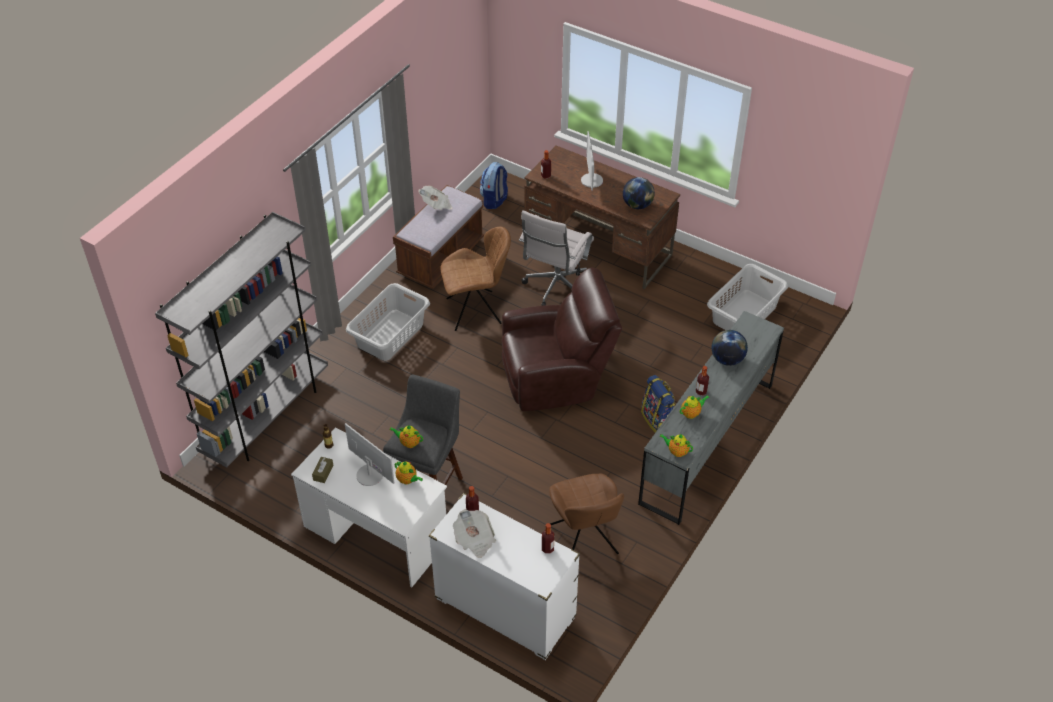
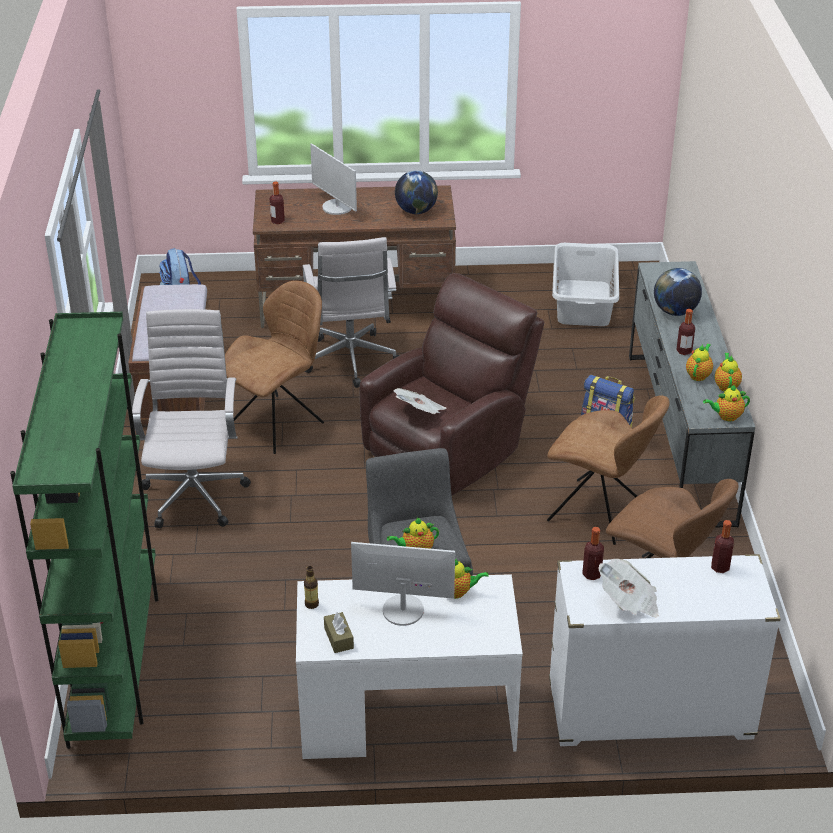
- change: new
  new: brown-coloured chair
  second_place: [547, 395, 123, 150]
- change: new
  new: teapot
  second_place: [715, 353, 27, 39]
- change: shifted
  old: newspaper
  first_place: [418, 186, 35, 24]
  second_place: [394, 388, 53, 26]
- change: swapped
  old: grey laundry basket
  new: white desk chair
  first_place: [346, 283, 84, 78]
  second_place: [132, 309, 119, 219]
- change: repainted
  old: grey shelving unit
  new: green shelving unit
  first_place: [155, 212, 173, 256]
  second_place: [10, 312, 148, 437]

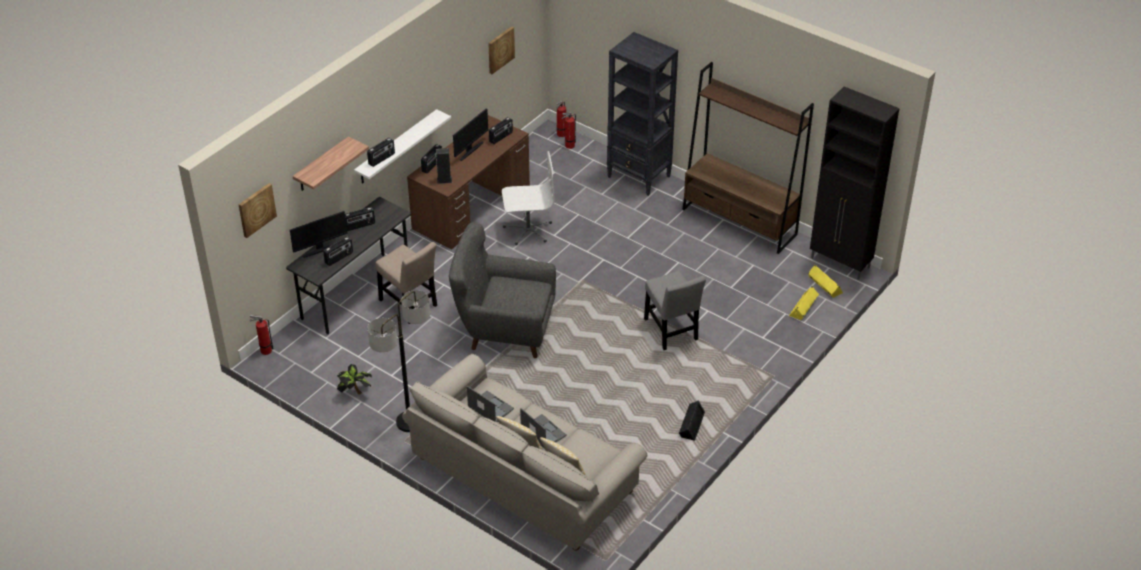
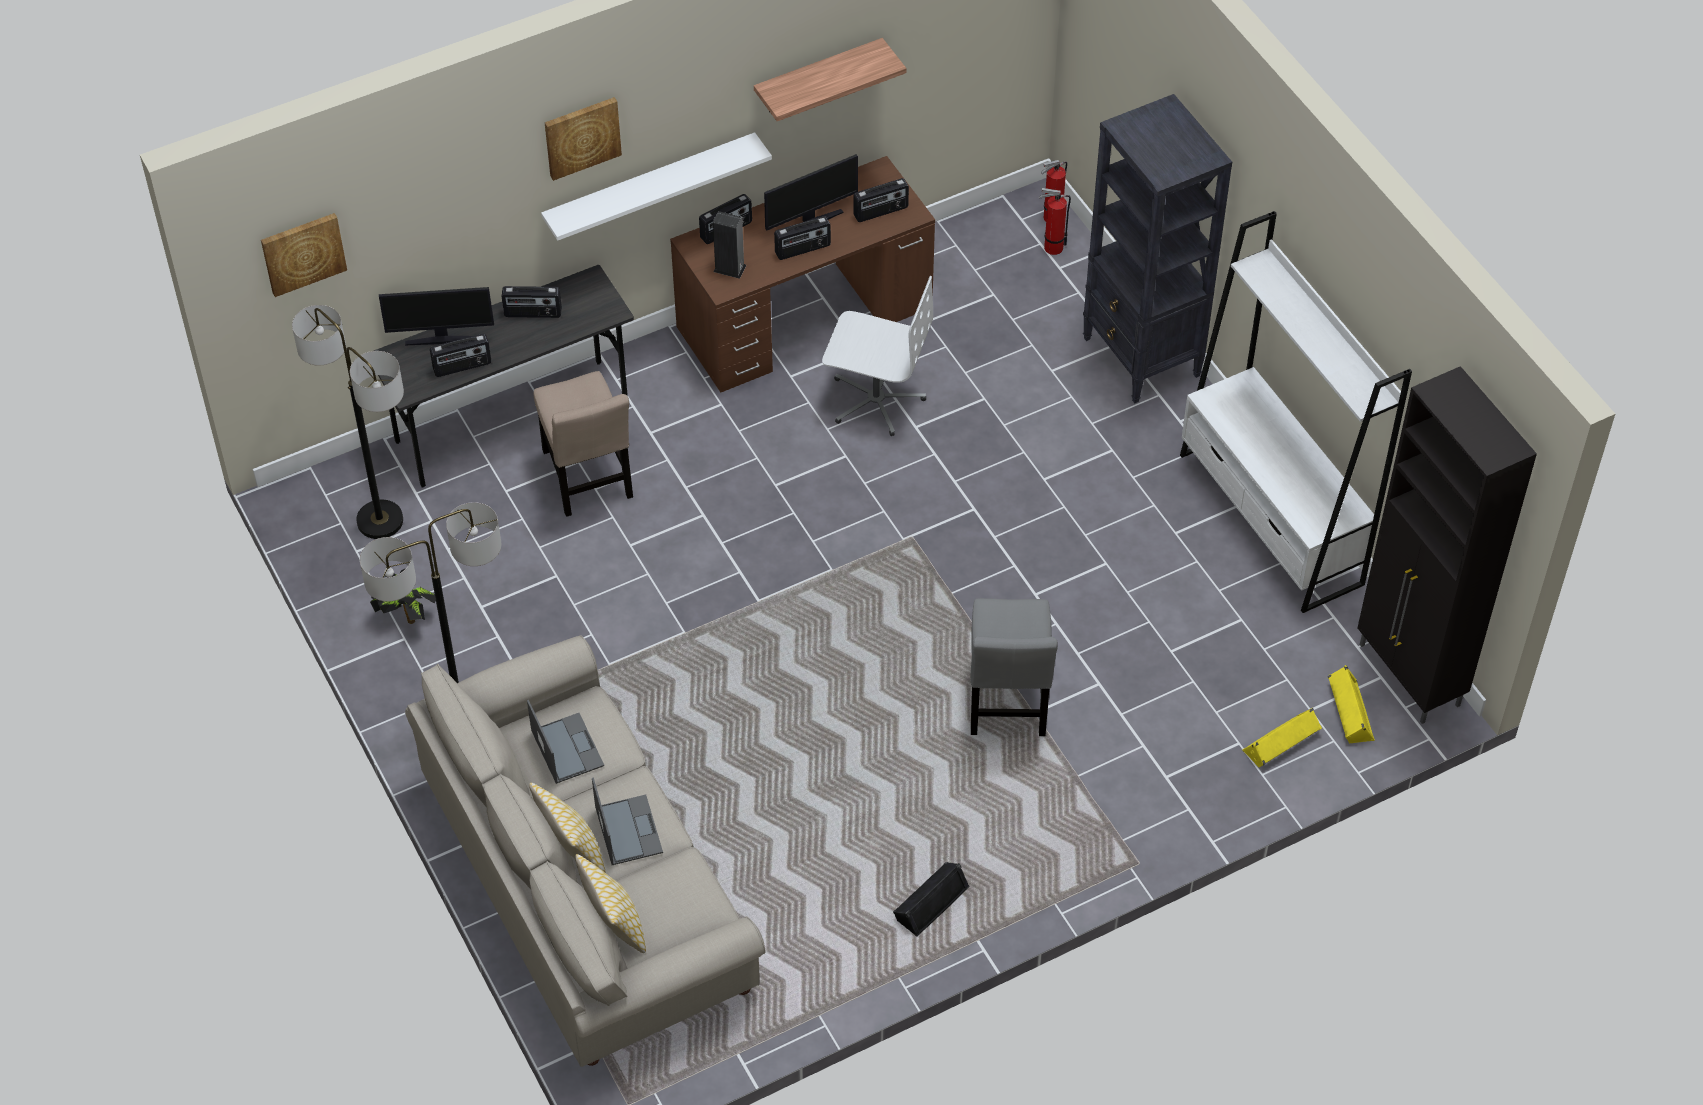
- change: gone
  old: extinguisher
  first_place: [250, 315, 24, 40]
- change: gone
  old: grey armchair
  first_place: [449, 222, 107, 136]
- change: new
  new: standard lamp
  second_place: [292, 305, 112, 234]
- change: shifted
  old: shelf
  first_place: [293, 136, 76, 55]
  second_place: [754, 38, 152, 83]
- change: shifted
  old: radio receiver
  first_place: [367, 138, 28, 29]
  second_place: [774, 216, 57, 44]
- change: shifted
  old: wall picture
  first_place: [488, 26, 27, 48]
  second_place: [545, 97, 77, 84]
- change: repainted
  old: brown-coloured shelving unit
  new: white shelving unit
  first_place: [682, 62, 132, 192]
  second_place: [1180, 211, 232, 402]

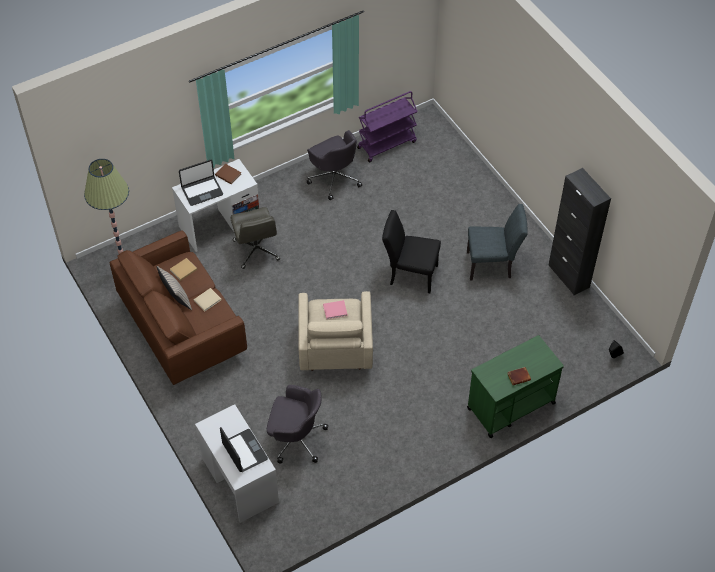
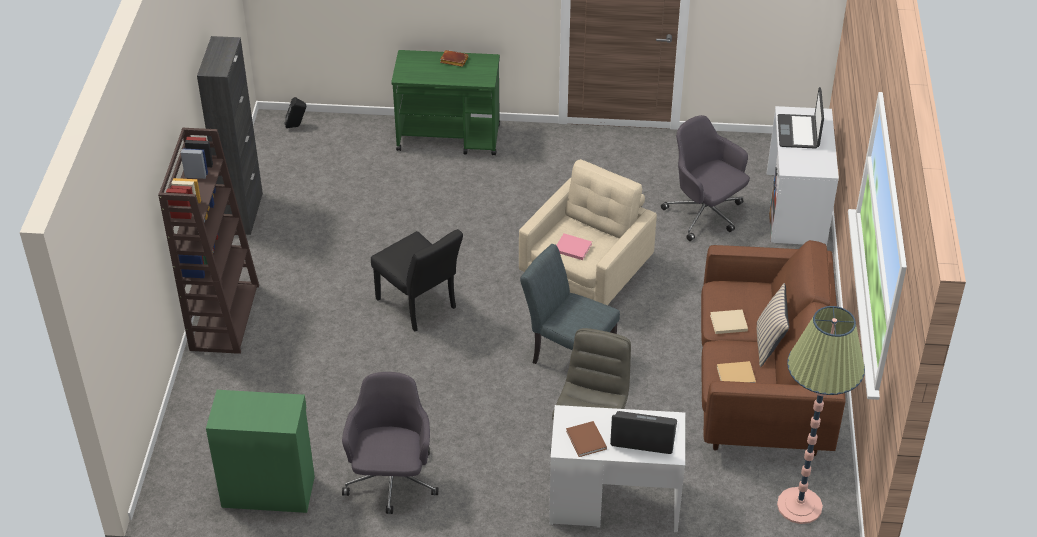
- change: new
  new: brown-coloured shelving unit
  second_place: [158, 128, 101, 226]
- change: shifted
  old: grey chair
  first_place: [467, 204, 61, 76]
  second_place: [520, 244, 100, 120]
- change: swapped
  old: purple trolley
  new: green storage cabinet
  first_place: [357, 91, 61, 71]
  second_place: [206, 390, 109, 123]

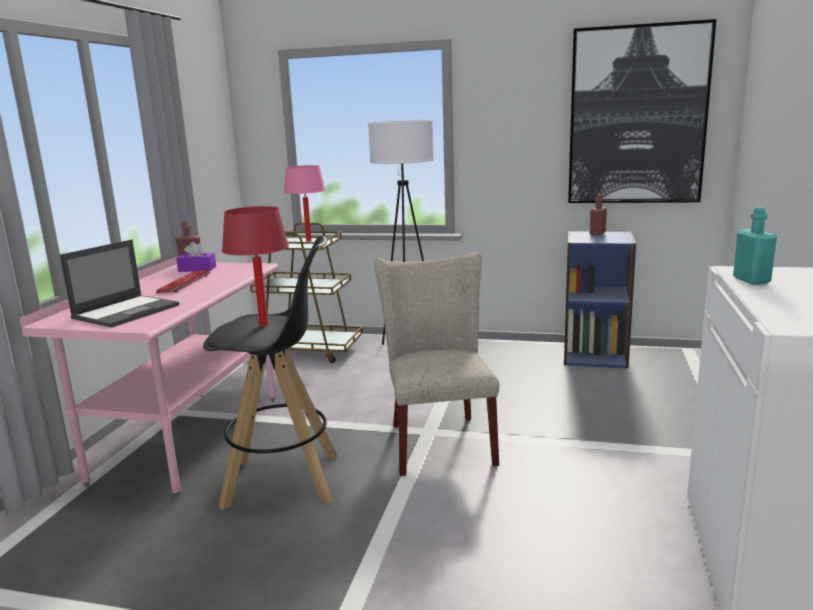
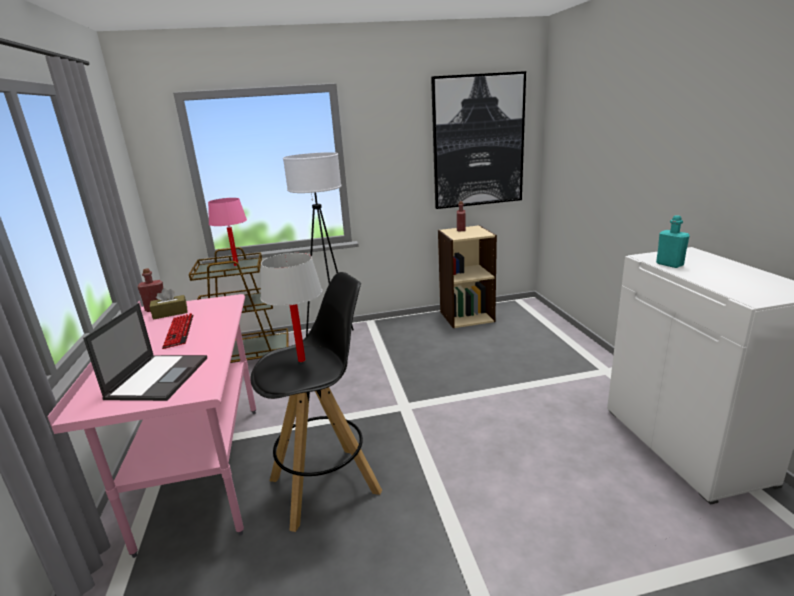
- change: gone
  old: sand-coloured chair
  first_place: [374, 252, 125, 224]
- change: repainted
  old: purple tissue box
  new: brown-coloured tissue box
  first_place: [176, 242, 40, 30]
  second_place: [150, 288, 37, 32]
- change: repainted
  old: red-coloured lamp for a table
  new: white lamp for a table
  first_place: [222, 206, 67, 121]
  second_place: [260, 253, 62, 109]
- change: repainted
  old: blue shelving unit
  new: sand-coloured shelving unit
  first_place: [564, 231, 72, 137]
  second_place: [438, 225, 59, 103]

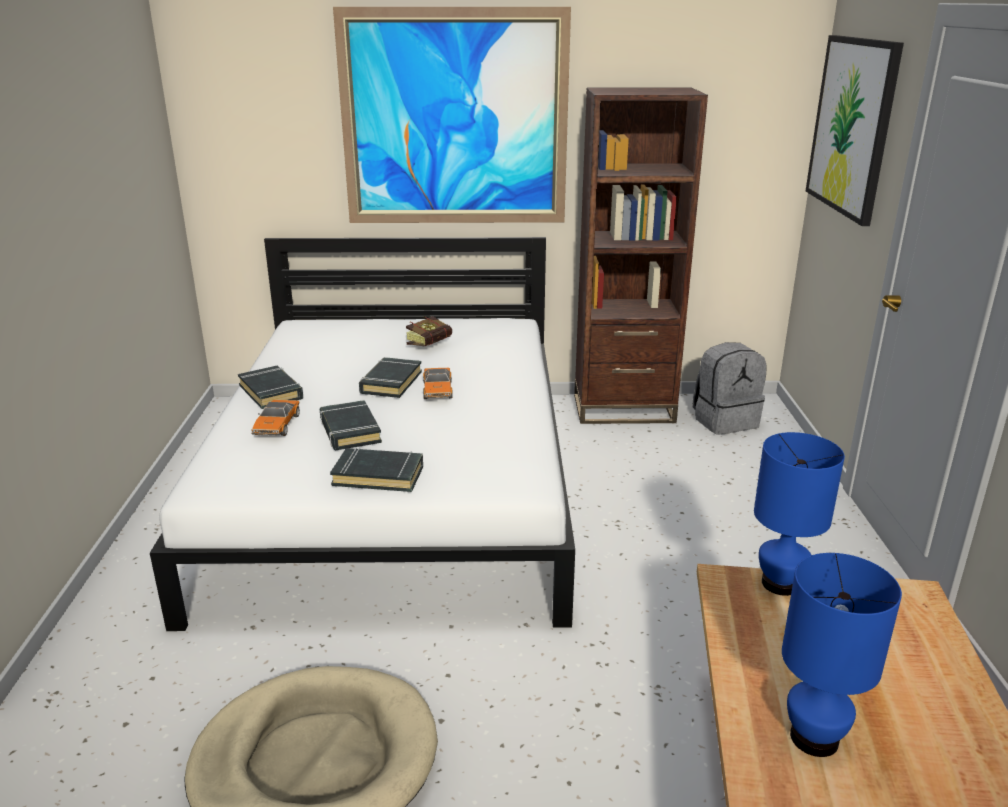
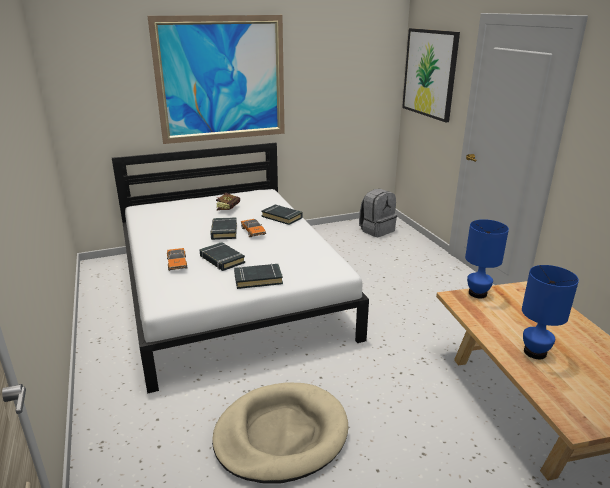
- change: gone
  old: brown-coloured shelving unit
  first_place: [574, 87, 134, 337]
- change: shifted
  old: blackish book
  first_place: [238, 366, 65, 43]
  second_place: [261, 205, 42, 20]

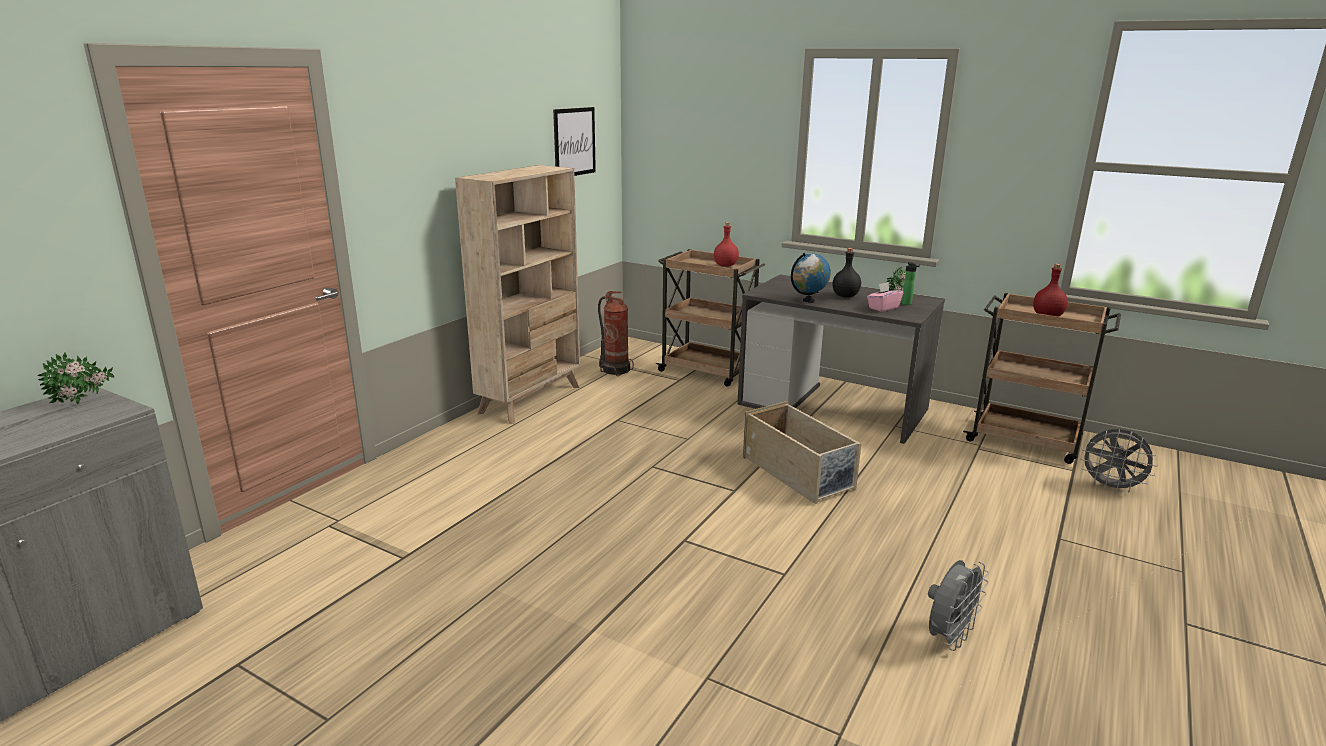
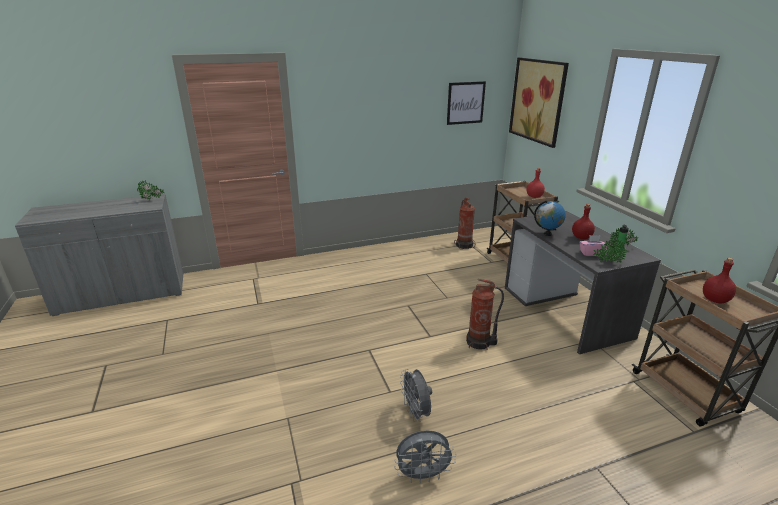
- change: gone
  old: sand-coloured shelving unit
  first_place: [455, 165, 125, 259]
- change: new
  new: wall picture
  second_place: [509, 57, 60, 91]
- change: new
  new: houseplant
  second_place: [593, 239, 34, 25]
- change: shifted
  old: grey electric fan
  first_place: [1079, 429, 79, 64]
  second_place: [400, 369, 32, 53]
- change: swapped
  old: sand-coloured storage box
  new: extinguisher
  first_place: [743, 401, 118, 103]
  second_place: [466, 279, 38, 71]
- change: repainted
  old: blackish drink bottle
  new: red-coloured drink bottle
  first_place: [833, 248, 28, 49]
  second_place: [572, 204, 23, 35]

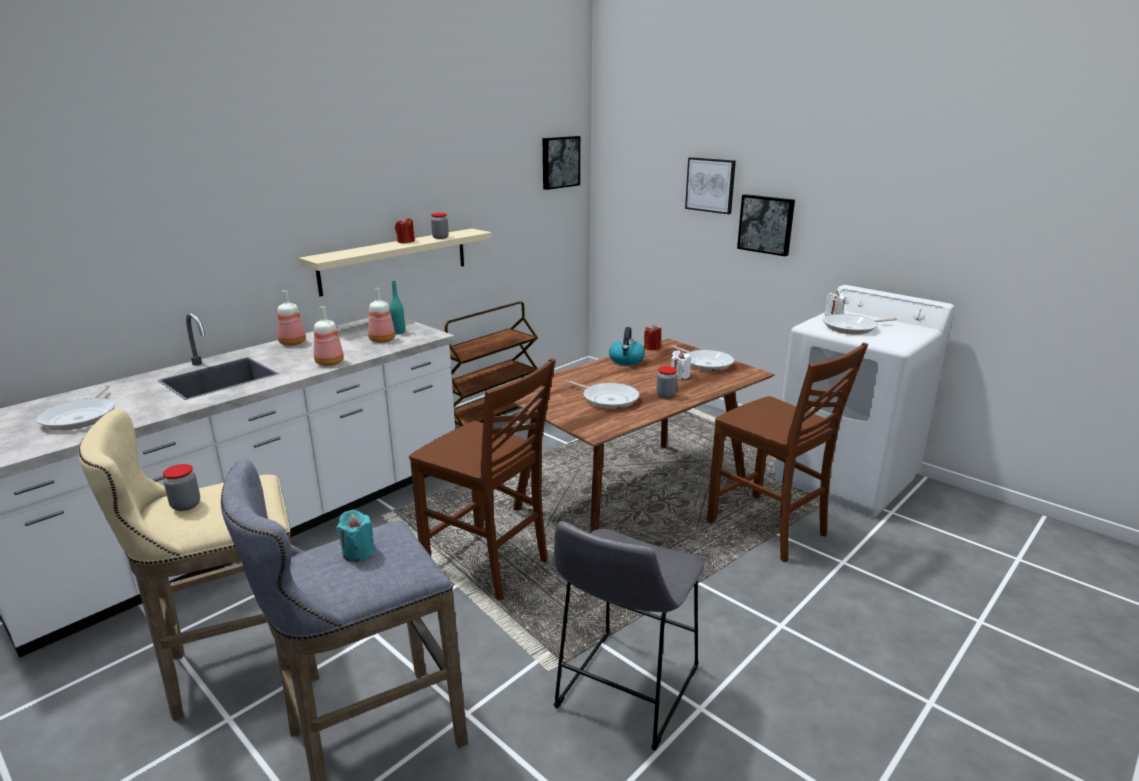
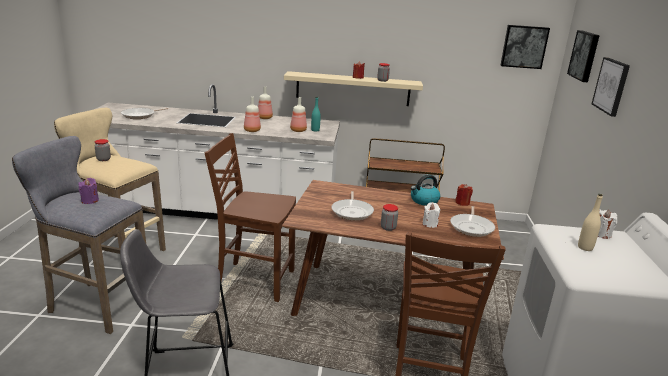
- change: shifted
  old: wall picture
  first_place: [737, 194, 58, 62]
  second_place: [567, 30, 33, 52]
- change: swapped
  old: skillet
  new: sand-coloured drink bottle
  first_place: [823, 314, 74, 21]
  second_place: [578, 194, 25, 57]
- change: repainted
  old: turquoise-coloured wax light
  new: purple wax light
  first_place: [336, 510, 40, 52]
  second_place: [78, 178, 21, 26]
- change: rotated
  old: brown-coloured chair
  first_place: [409, 358, 147, 243]
  second_place: [205, 133, 91, 169]
  degrees: 105

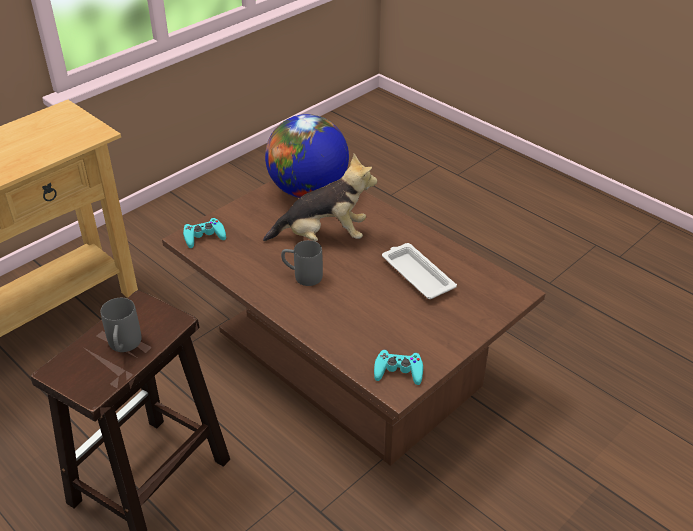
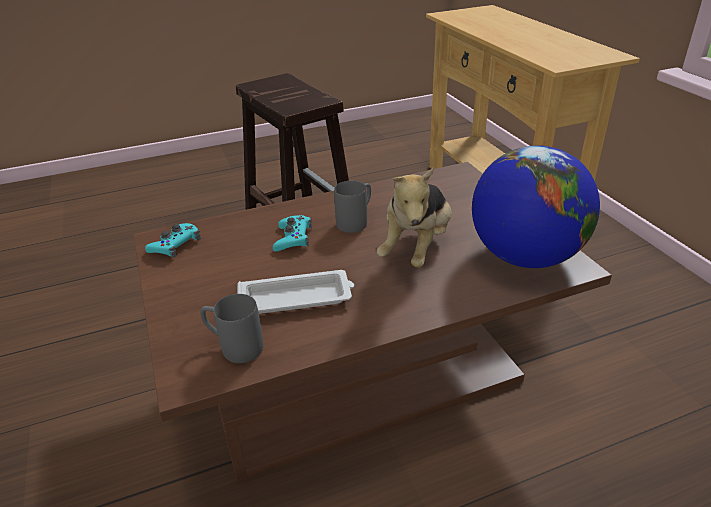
- change: shifted
  old: grey coffee mug
  first_place: [101, 298, 41, 54]
  second_place: [200, 294, 63, 69]
- change: shifted
  old: turquoise-coloured joypad
  first_place: [183, 218, 43, 30]
  second_place: [273, 215, 39, 37]

